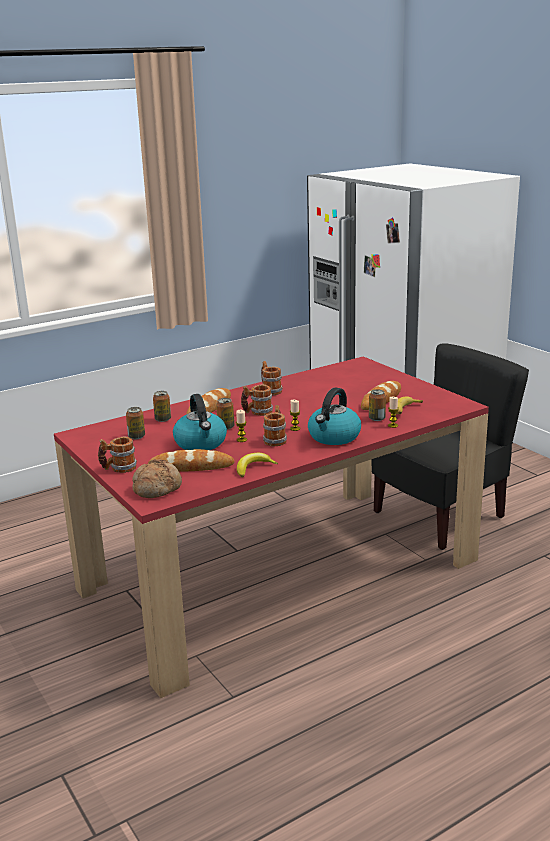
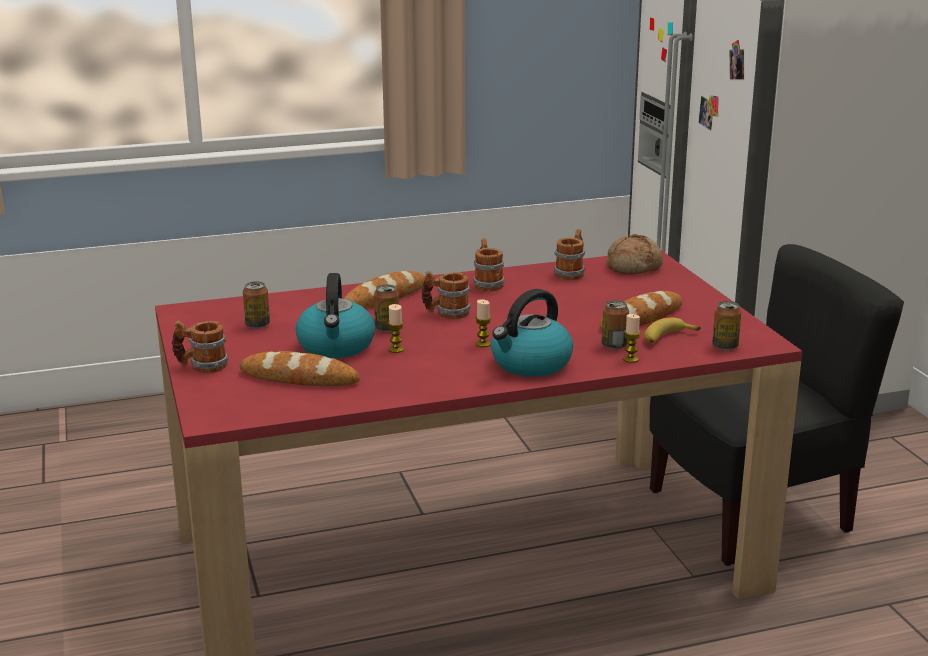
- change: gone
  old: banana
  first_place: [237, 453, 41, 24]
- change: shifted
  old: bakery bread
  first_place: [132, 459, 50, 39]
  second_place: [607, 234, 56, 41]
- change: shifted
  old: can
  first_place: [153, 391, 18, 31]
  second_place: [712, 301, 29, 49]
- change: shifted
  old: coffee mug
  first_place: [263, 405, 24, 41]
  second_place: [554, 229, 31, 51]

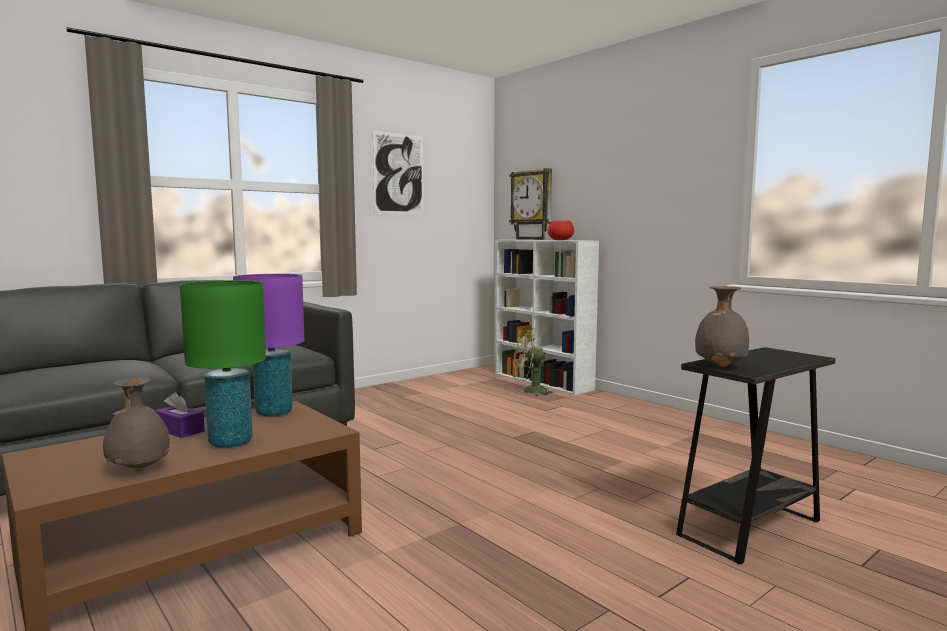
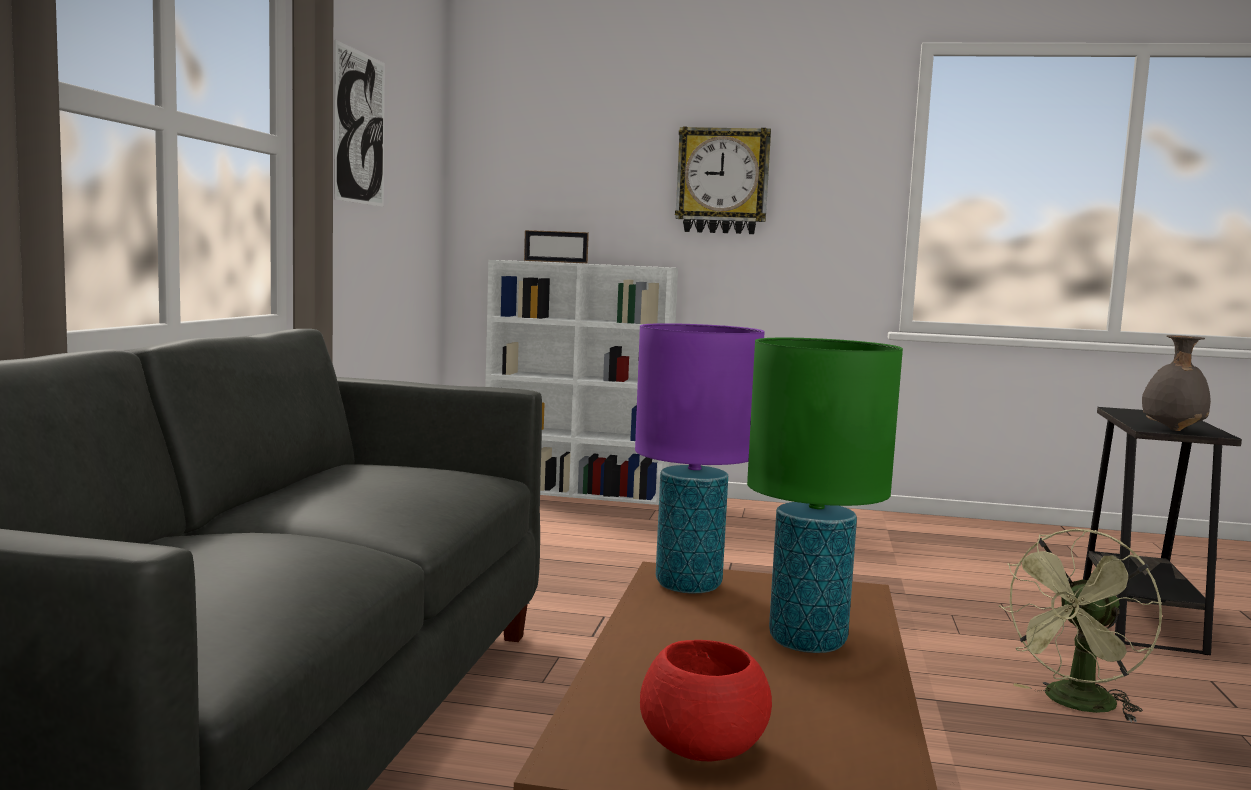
- change: gone
  old: grey flower vase
  first_place: [103, 378, 68, 94]
- change: gone
  old: purple tissue box
  first_place: [155, 392, 50, 46]
- change: shifted
  old: hanging clock
  first_place: [509, 168, 43, 64]
  second_place: [675, 126, 96, 108]
- change: shifted
  old: green electric fan
  first_place: [513, 327, 42, 69]
  second_place: [999, 529, 163, 194]
- change: shifted
  old: red-coloured deep dish
  first_place: [548, 221, 26, 19]
  second_place: [640, 640, 132, 121]

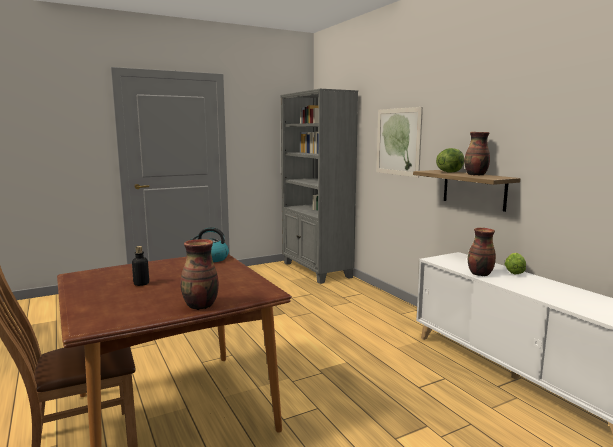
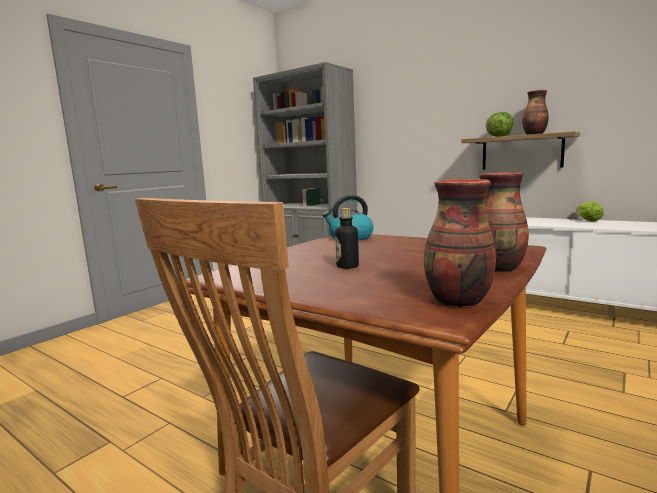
- change: gone
  old: wall picture
  first_place: [376, 107, 47, 71]
- change: shifted
  old: flower vase
  first_place: [468, 228, 28, 48]
  second_place: [424, 179, 72, 129]

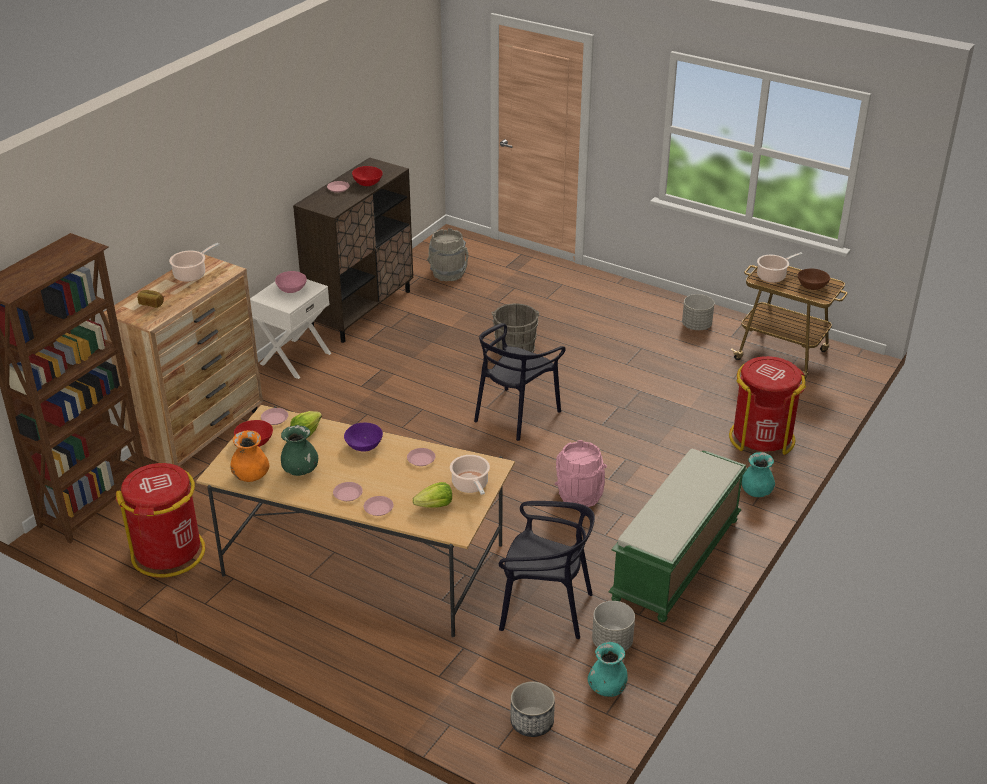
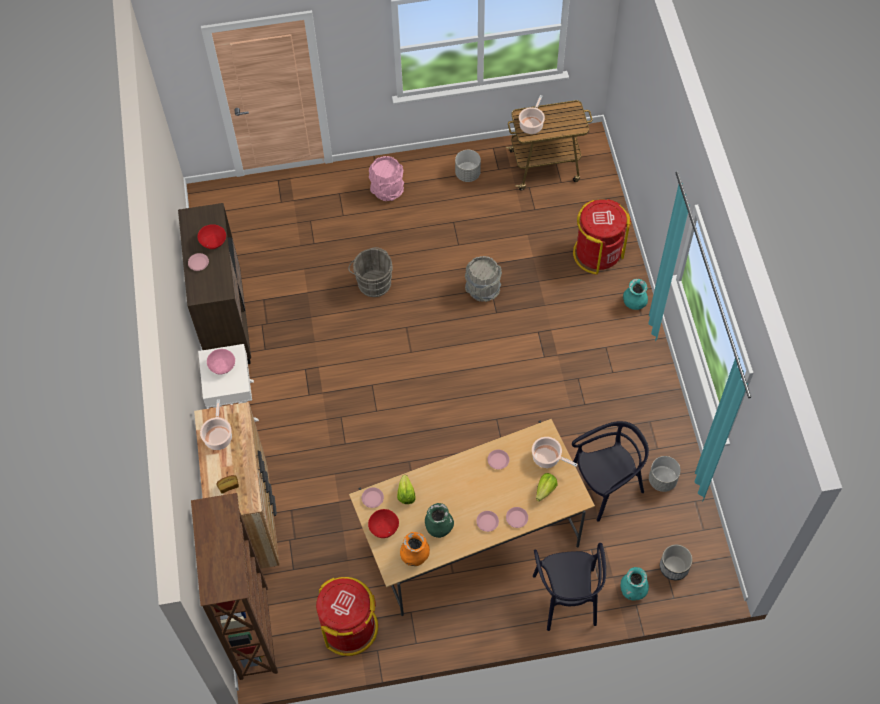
- change: gone
  old: purple deep dish
  first_place: [344, 422, 39, 30]
- change: gone
  old: green indoor bench
  first_place: [609, 449, 138, 173]
- change: gone
  old: brown-coloured deep dish
  first_place: [798, 268, 32, 22]
- change: shifted
  old: grey pail
  first_place: [427, 228, 42, 53]
  second_place: [465, 256, 37, 46]
- change: shifted
  old: blackish chair
  first_place: [474, 323, 92, 118]
  second_place: [533, 543, 73, 88]
- change: shifted
  old: pink pail
  first_place: [555, 440, 52, 67]
  second_place: [369, 156, 35, 45]
- change: shifted
  old: turquoise-coloured flower vase
  first_place: [587, 642, 41, 55]
  second_place: [621, 567, 28, 33]

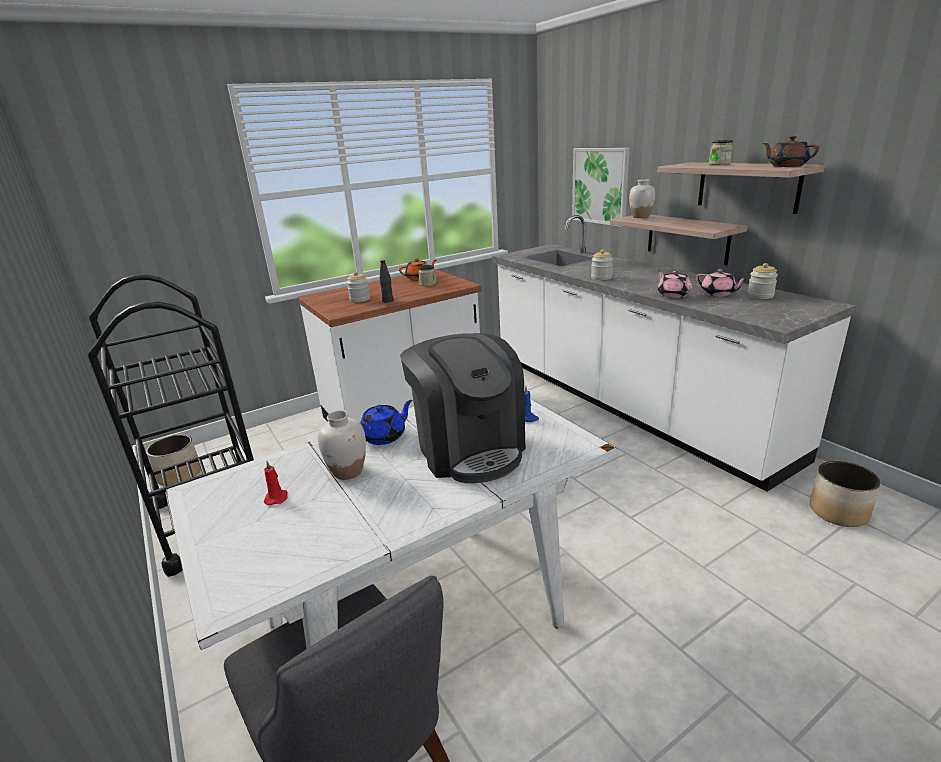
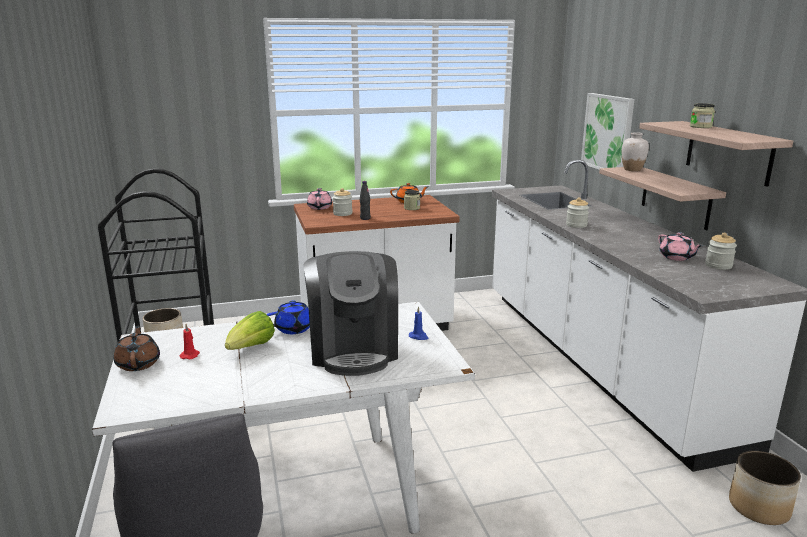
- change: shifted
  old: pink teapot
  first_place: [658, 271, 34, 27]
  second_place: [307, 188, 25, 22]
- change: shifted
  old: brown-coloured teapot
  first_place: [763, 136, 56, 31]
  second_place: [114, 325, 46, 46]
- change: swapped
  old: white flower vase
  new: head of lettuce
  first_place: [318, 410, 48, 70]
  second_place: [225, 311, 50, 39]

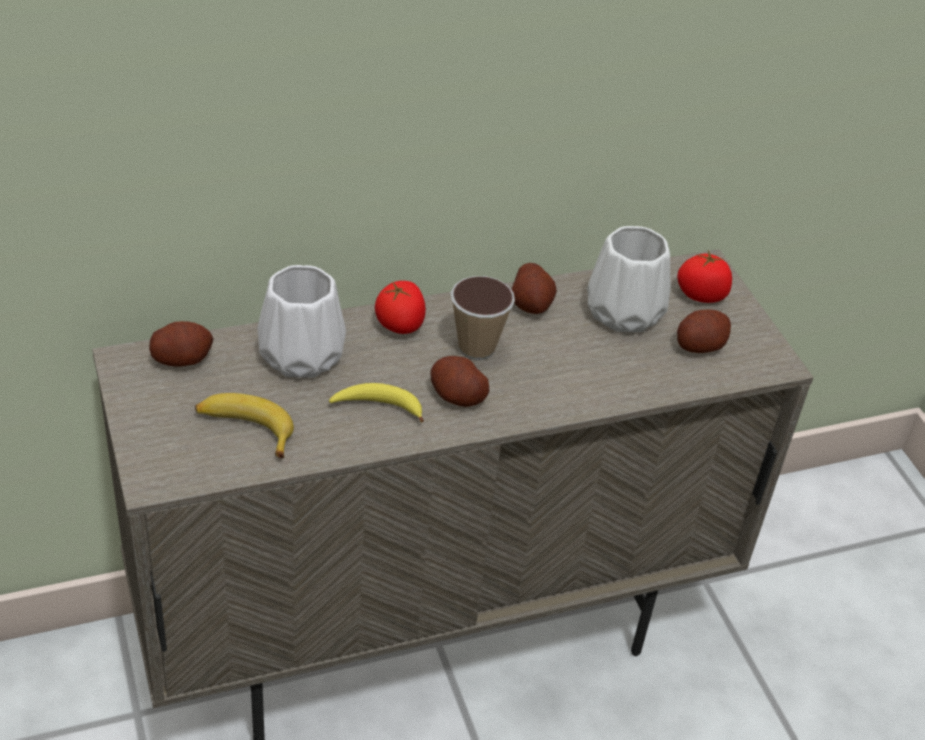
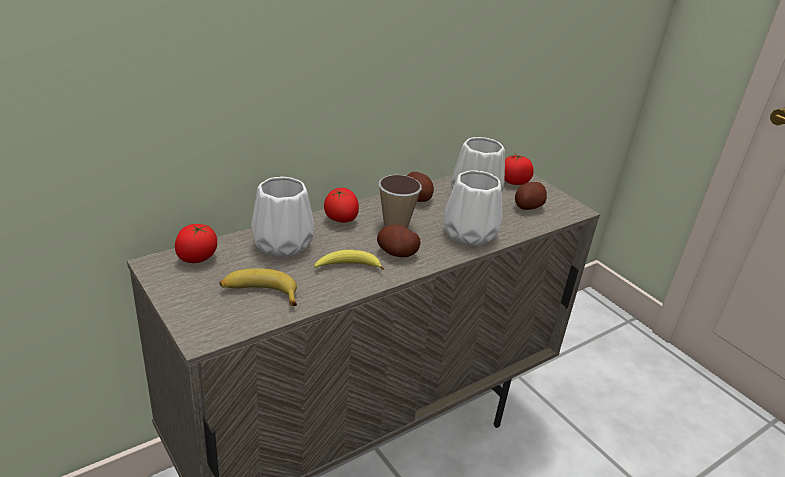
- change: new
  new: white flower vase
  second_place: [444, 170, 59, 76]
- change: swapped
  old: spud
  new: tomato
  first_place: [149, 321, 65, 46]
  second_place: [175, 224, 42, 39]

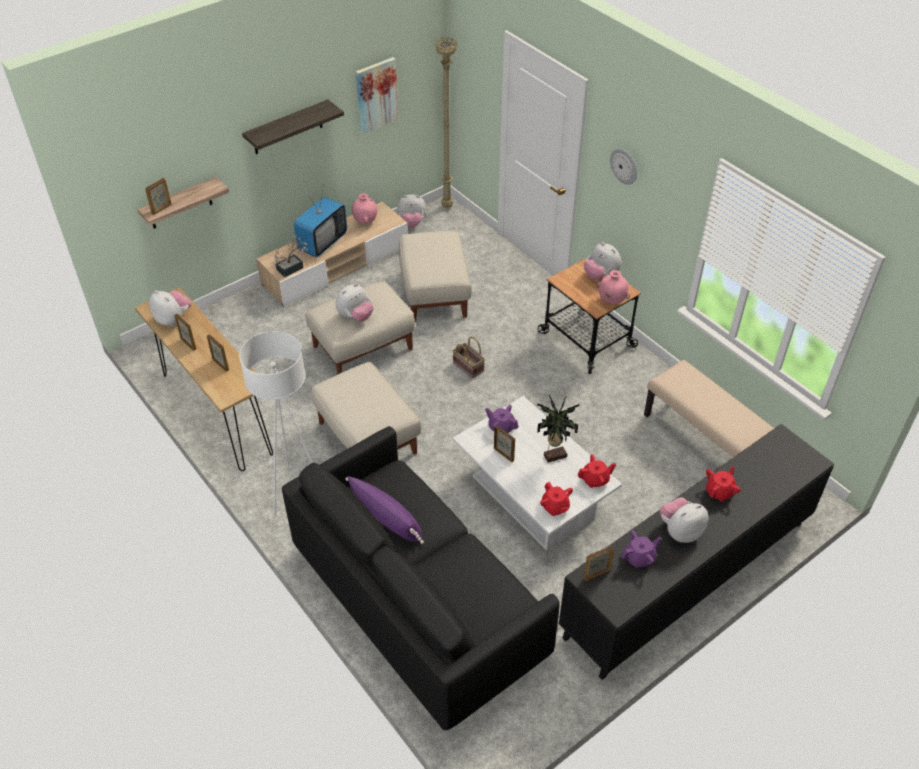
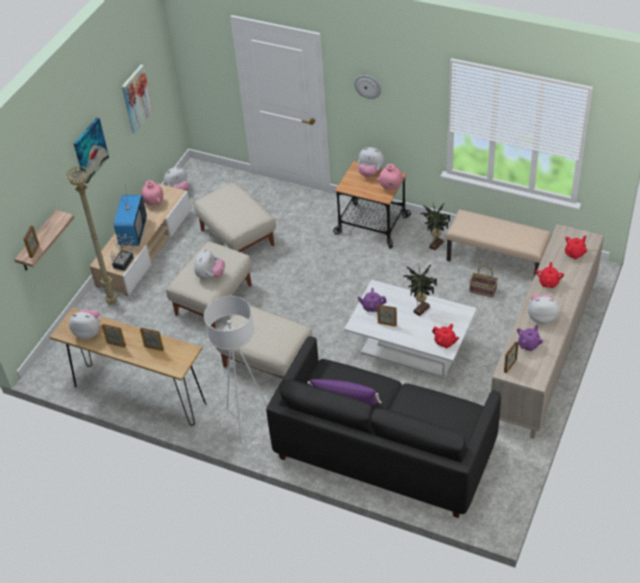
- change: new
  new: houseplant
  second_place: [421, 202, 29, 48]
- change: shifted
  old: sand-coloured standard lamp
  first_place: [434, 37, 24, 171]
  second_place: [66, 166, 51, 139]
- change: shifted
  old: basket
  first_place: [452, 337, 33, 41]
  second_place: [469, 265, 29, 32]
- change: shifted
  old: red-coloured teapot
  first_place: [578, 454, 38, 34]
  second_place: [565, 236, 23, 24]
- change: swapped
  old: shelf
  new: wall picture
  first_place: [242, 100, 102, 54]
  second_place: [74, 117, 35, 66]
- change: repainted
  old: blackish storage cabinet
  new: sand-coloured storage cabinet
  first_place: [559, 424, 275, 256]
  second_place: [491, 223, 113, 216]
- change: rotated
  old: plush toy
  first_place: [660, 497, 48, 46]
  second_place: [528, 294, 31, 30]
  degrees: 60

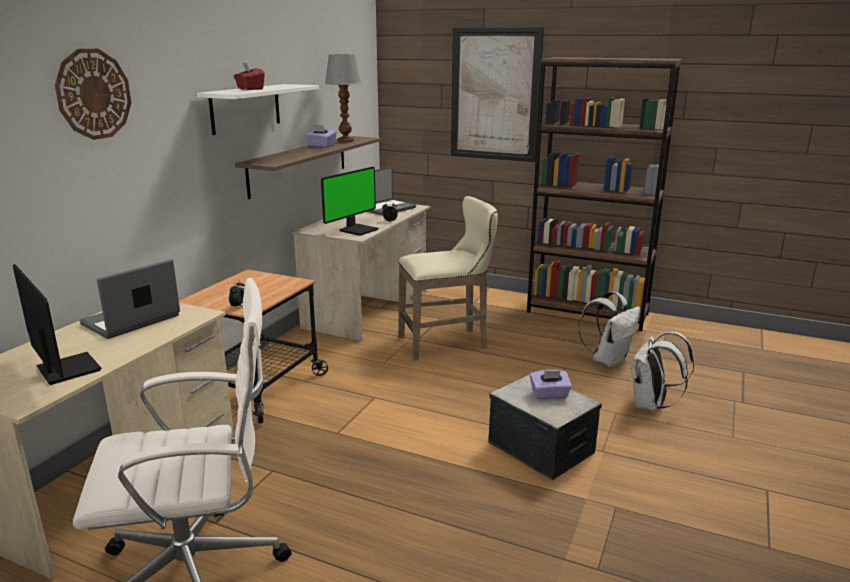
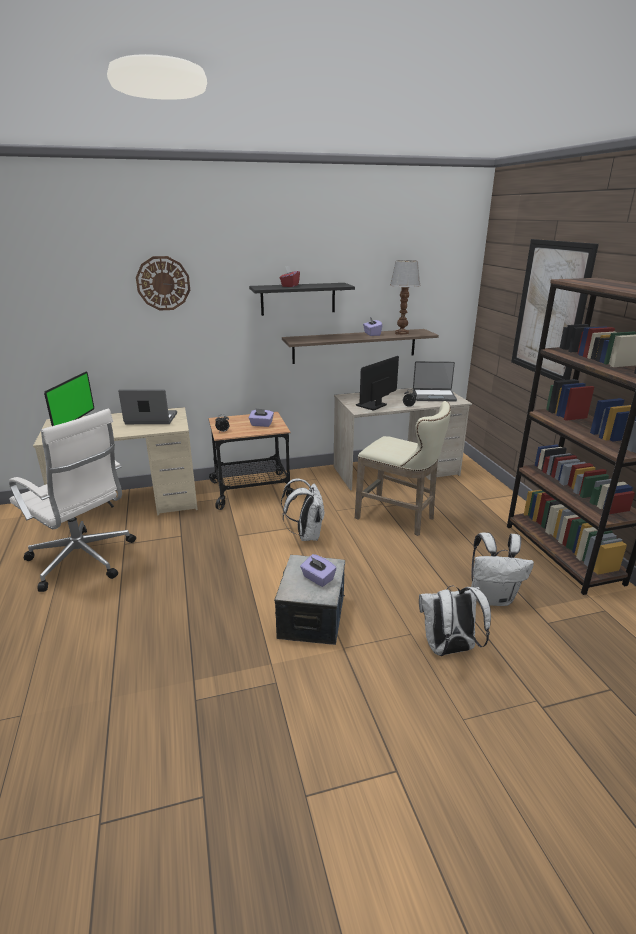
- change: new
  new: purple tissue box
  second_place: [249, 408, 25, 19]
- change: new
  new: white rucksack
  second_place: [281, 479, 43, 62]
- change: repainted
  old: white shelf
  new: blackish shelf
  first_place: [197, 84, 122, 51]
  second_place: [249, 283, 106, 33]
- change: rotated
  old: computer screen
  first_place: [321, 167, 58, 69]
  second_place: [356, 356, 43, 55]
  degrees: 135

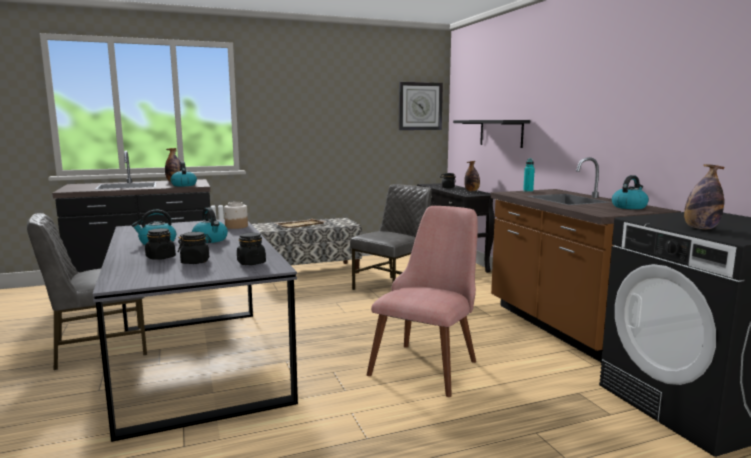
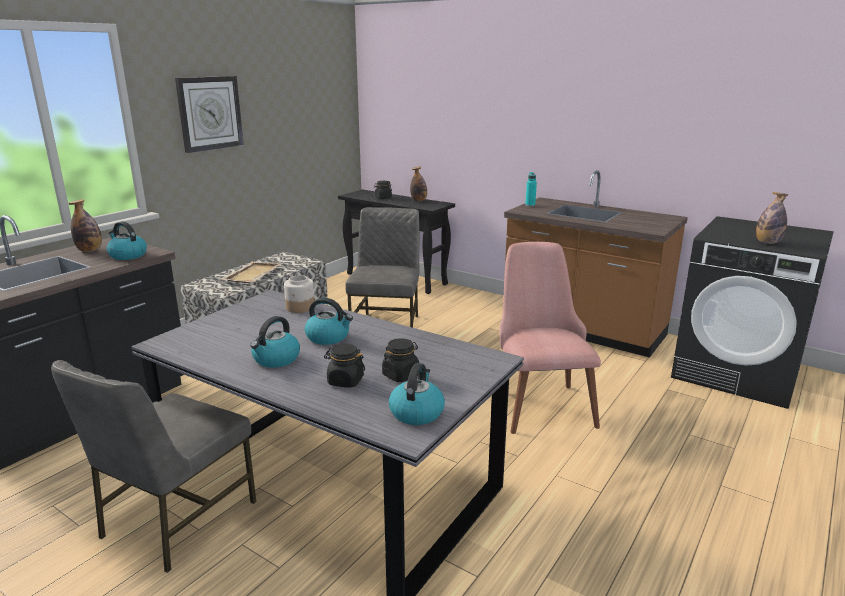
- change: gone
  old: blackish storage jar
  first_place: [237, 233, 29, 32]
- change: gone
  old: blackish shelf
  first_place: [453, 120, 77, 28]
- change: shifted
  old: hanging clock
  first_place: [399, 82, 44, 48]
  second_place: [175, 76, 69, 77]
- change: shifted
  old: kettle
  first_place: [612, 175, 37, 34]
  second_place: [389, 363, 56, 62]

